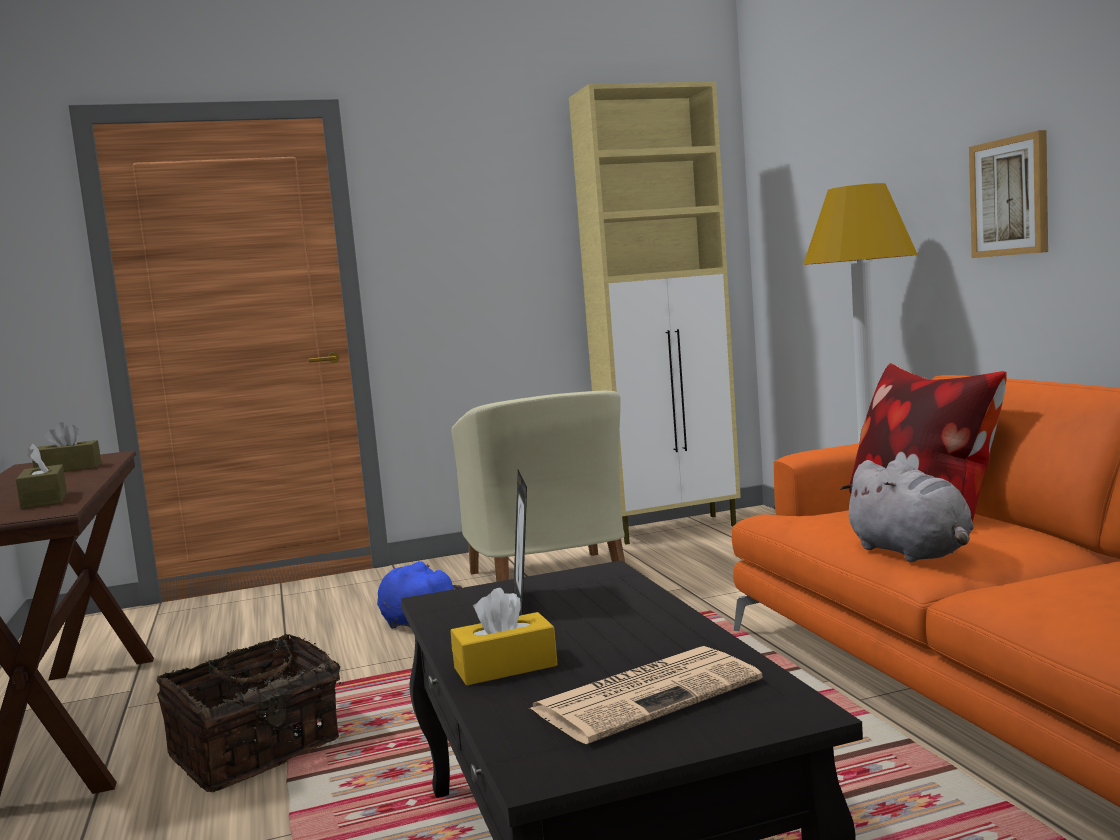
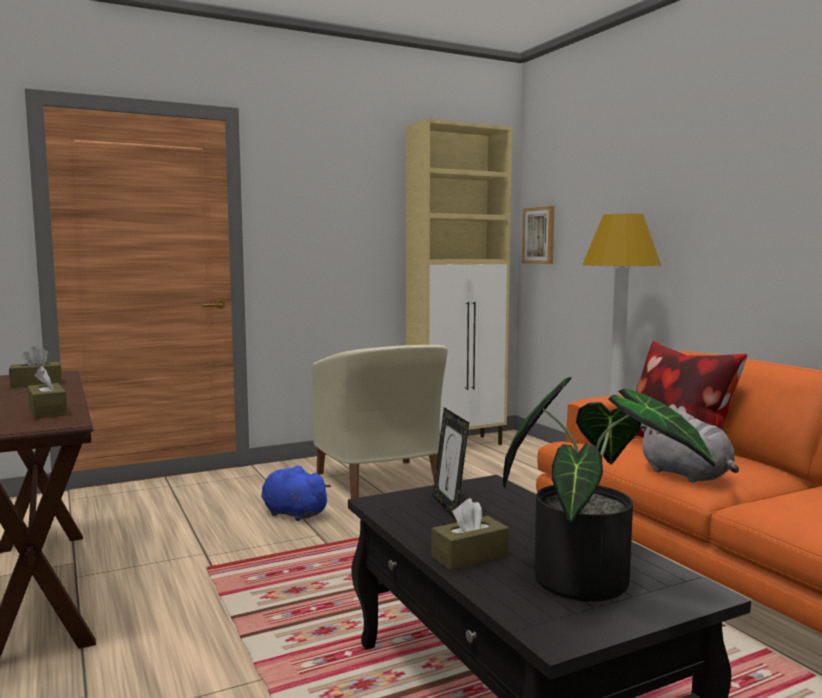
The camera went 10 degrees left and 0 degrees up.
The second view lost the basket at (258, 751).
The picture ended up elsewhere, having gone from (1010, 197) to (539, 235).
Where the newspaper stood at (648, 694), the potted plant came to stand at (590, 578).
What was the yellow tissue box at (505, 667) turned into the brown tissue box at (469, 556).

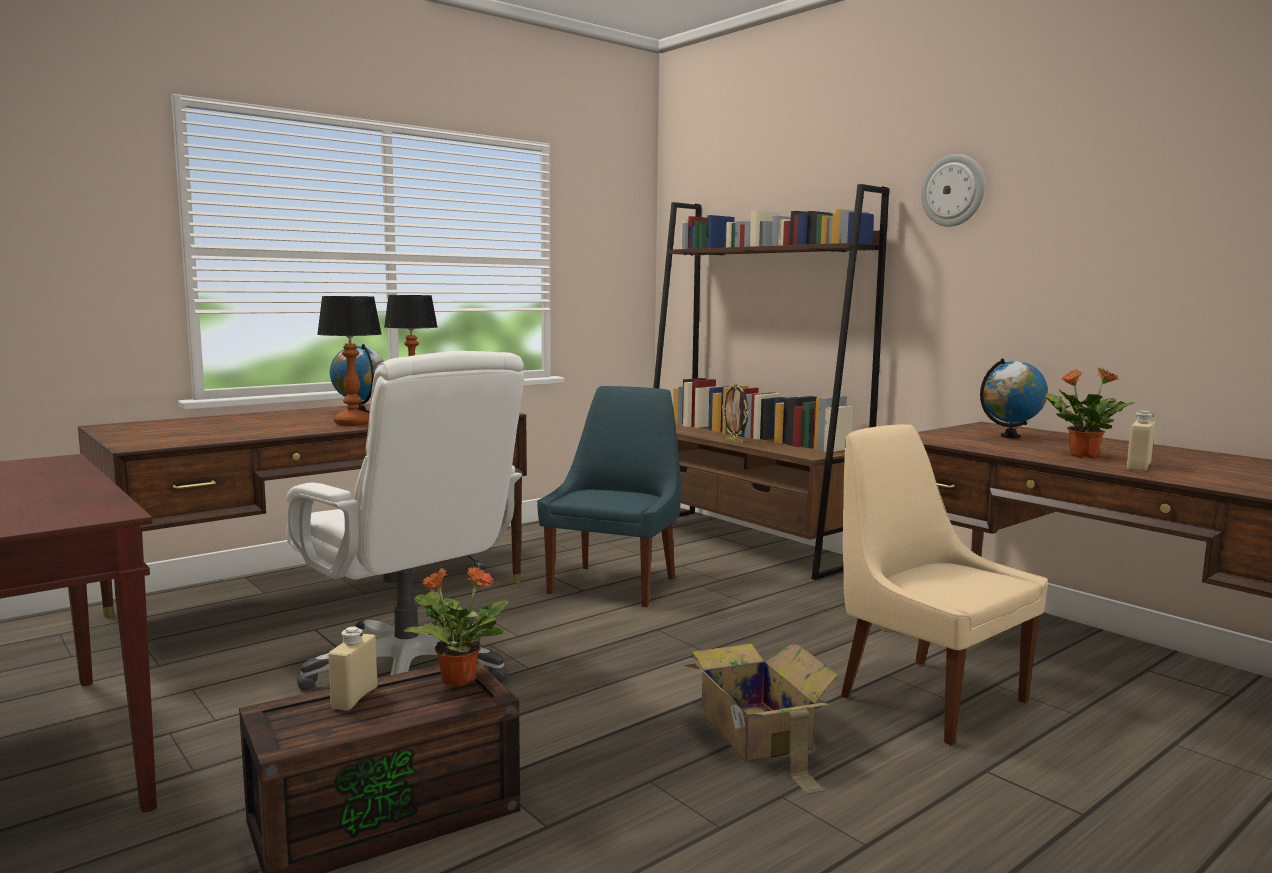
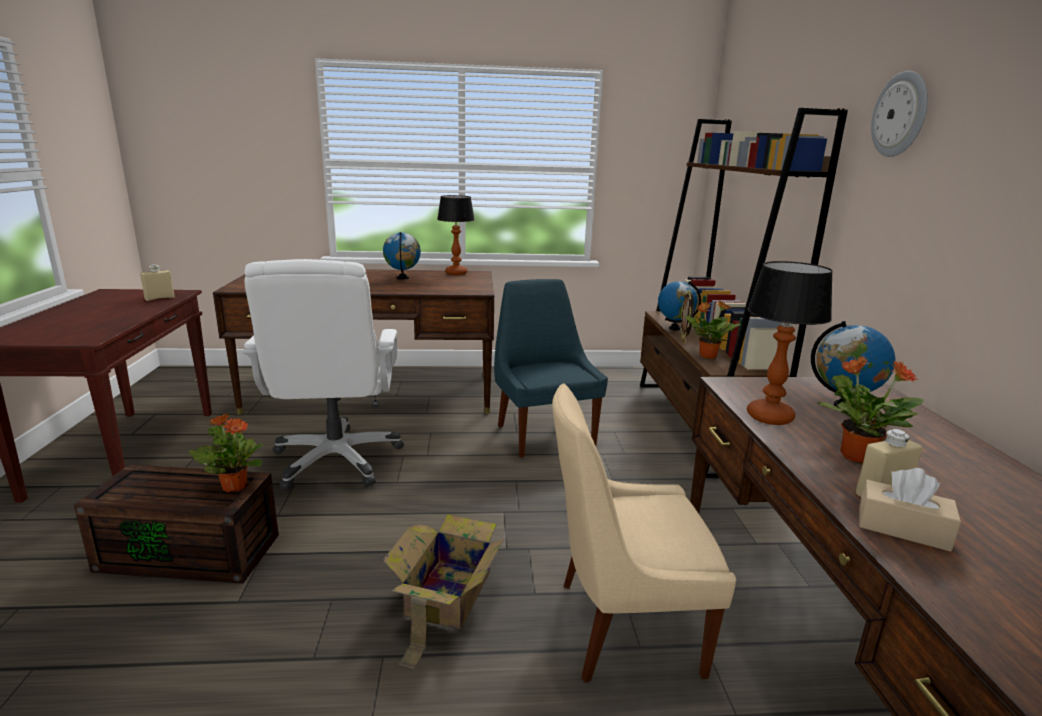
The camera went 35 degrees right and 10 degrees up.
The second view gained the globe at (674, 328).
The second view gained the potted plant at (707, 356).
The second view gained the beige tissue box at (902, 528).
The table lamp ended up elsewhere, having gone from (353, 423) to (769, 417).
The beige bottle ended up elsewhere, having gone from (354, 697) to (159, 298).
The blue chair at (615, 584) ended up facing another way, 75 degrees counterclockwise from before.
The beige chair at (926, 697) ended up facing another way, 90 degrees counterclockwise from before.

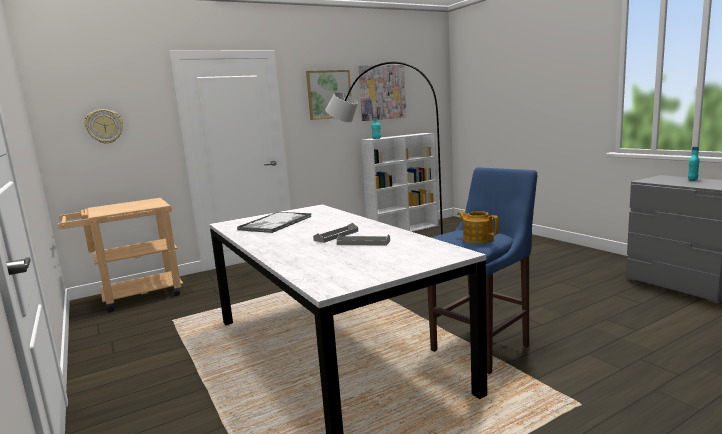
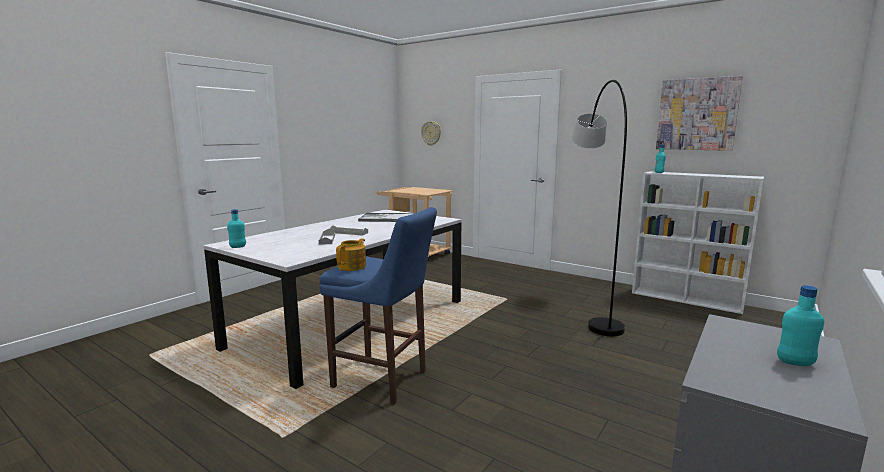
The camera went 65 degrees right and 0 degrees up.
The second view lost the picture at (329, 94).
The second view gained the turquoise bottle at (238, 247).

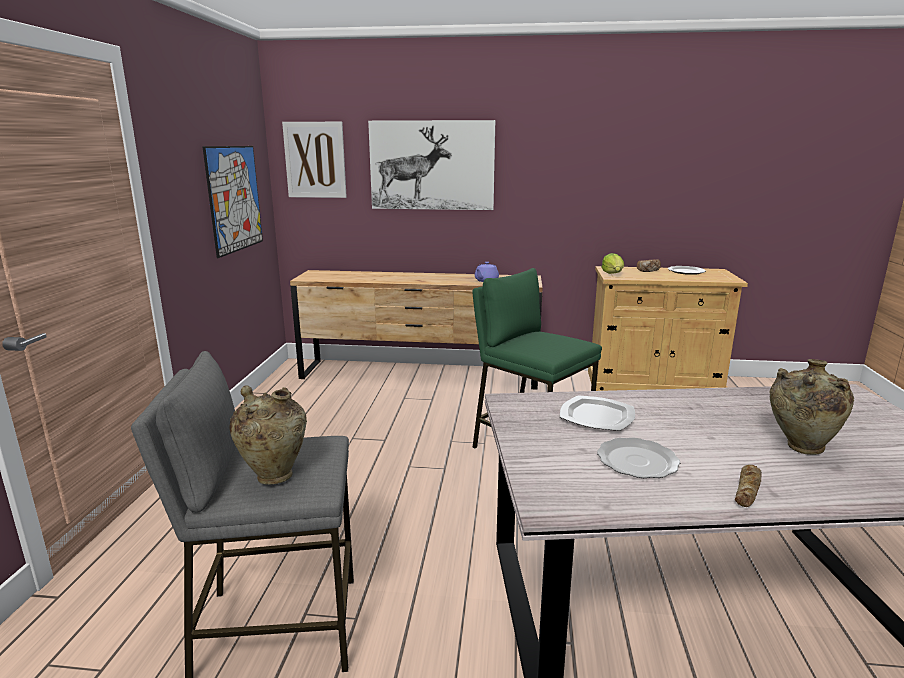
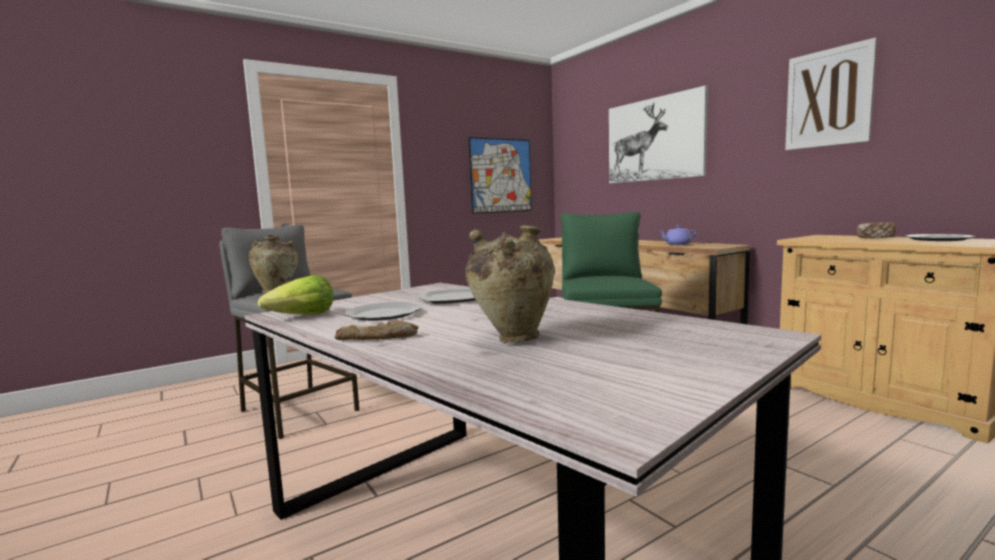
The camera went 50 degrees right and 10 degrees down.
The picture ended up elsewhere, having gone from (315, 160) to (828, 98).
The lettuce ended up elsewhere, having gone from (613, 274) to (303, 316).

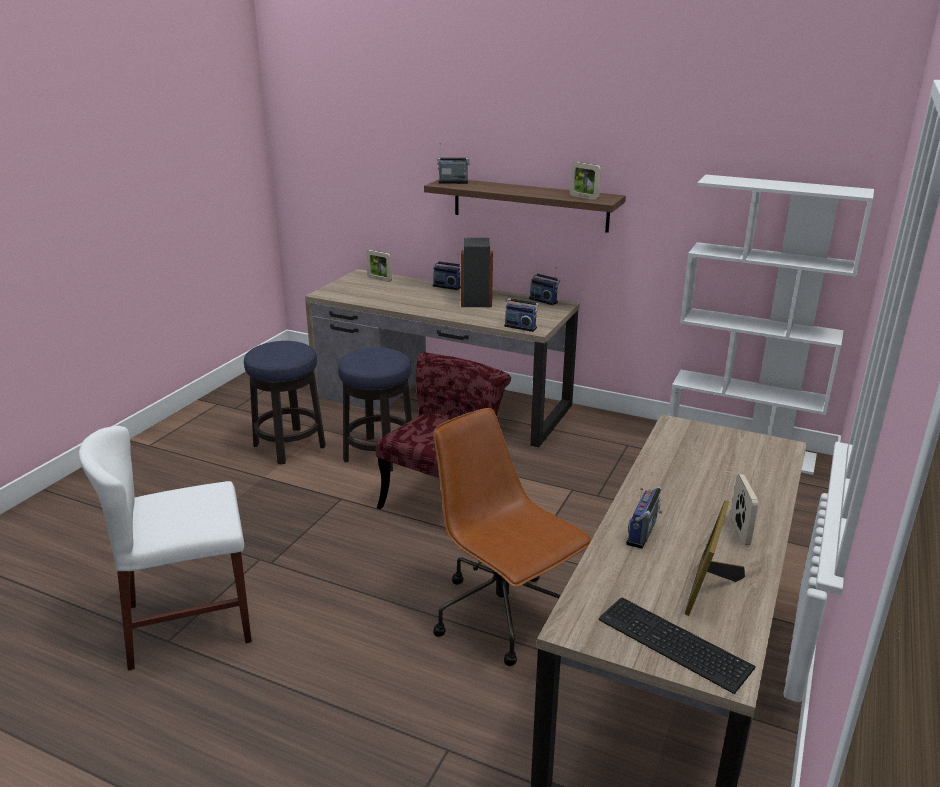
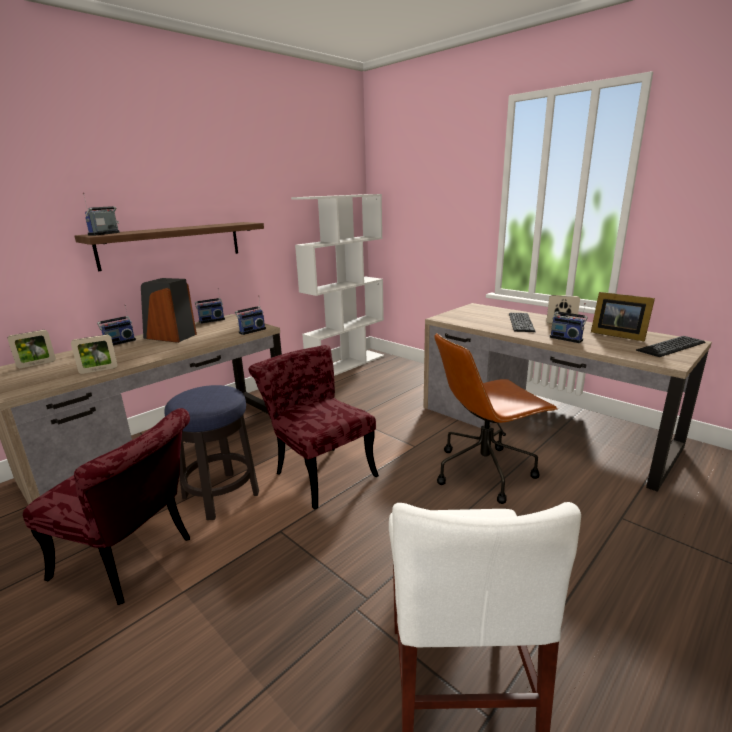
The camera went 70 degrees left and 5 degrees down.
The second view gained the keyboard at (522, 322).
The picture frame ended up elsewhere, having gone from (584, 197) to (98, 370).
Where the stool stood at (289, 446), the red chair came to stand at (134, 560).

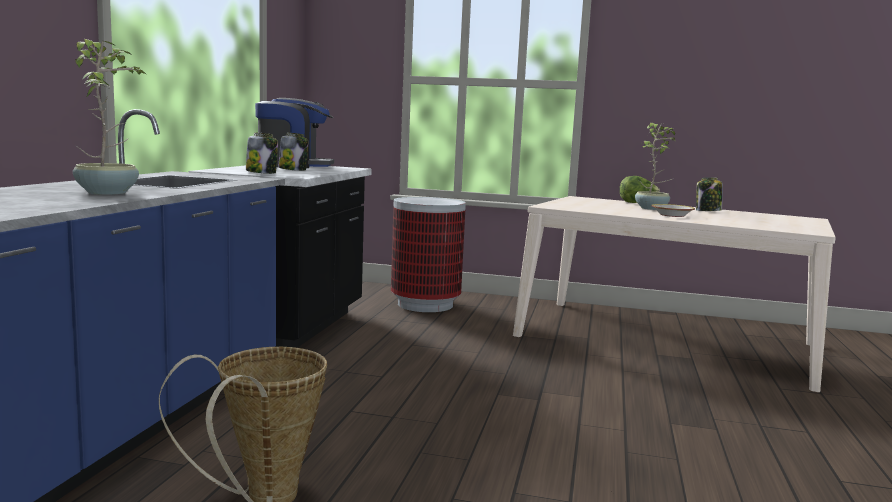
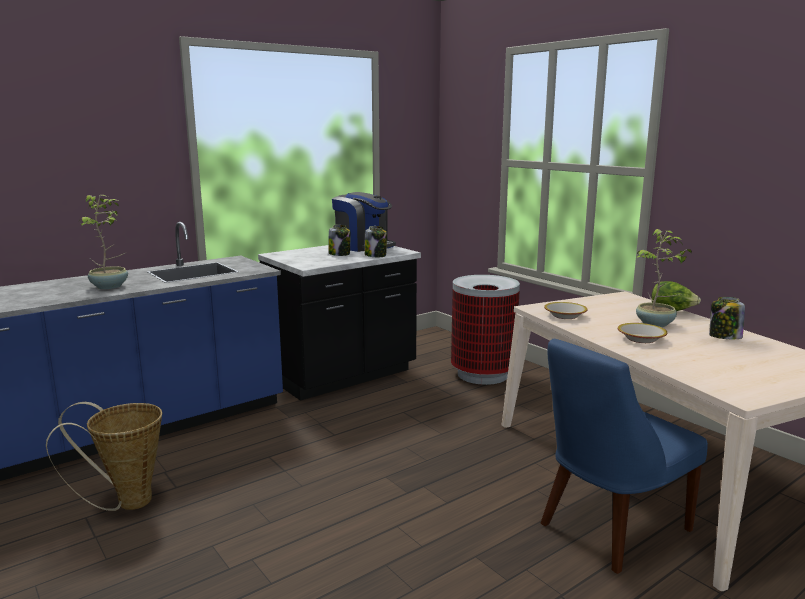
The camera went 40 degrees right and 5 degrees up.
The second view gained the blue chair at (609, 528).
The second view gained the bowl at (564, 316).
The jar ended up elsewhere, having gone from (261, 172) to (376, 255).

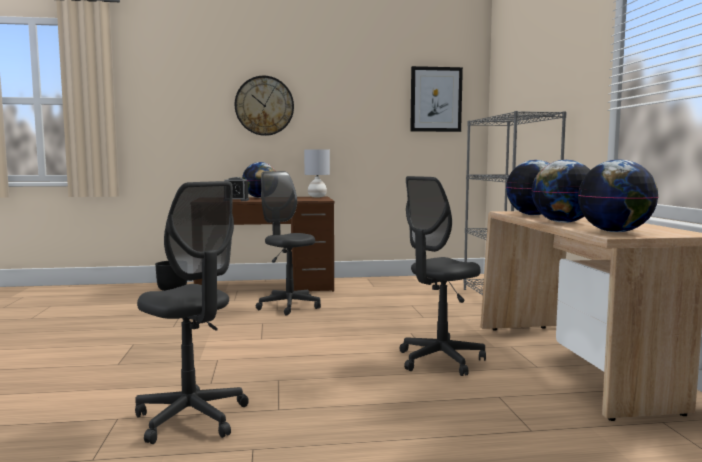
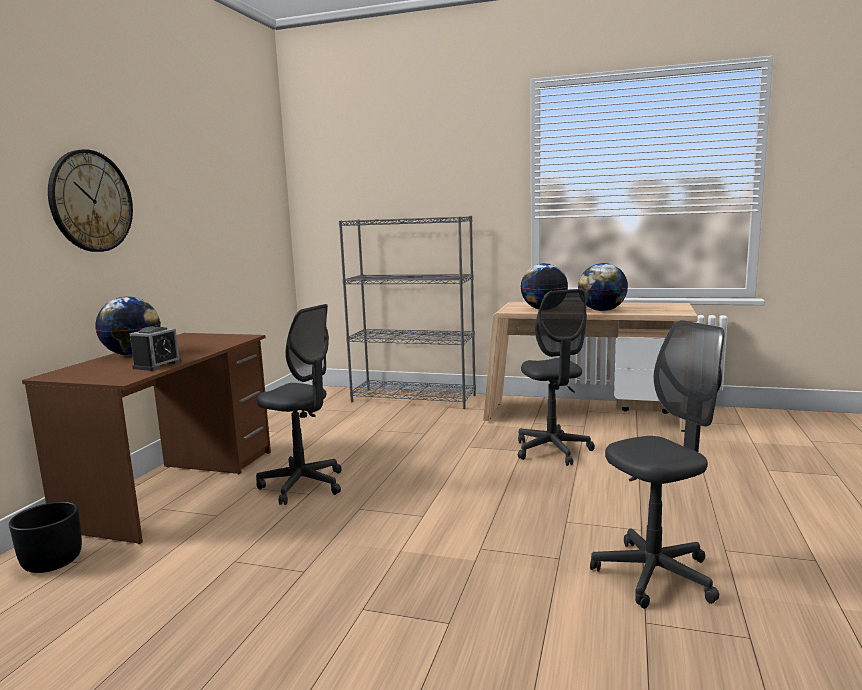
The camera went 65 degrees left and 5 degrees up.
The second view lost the grey table lamp at (317, 197).
The second view lost the picture at (436, 99).
The second view lost the globe at (615, 232).
The grey office chair at (288, 306) ended up facing another way, 135 degrees counterclockwise from before.

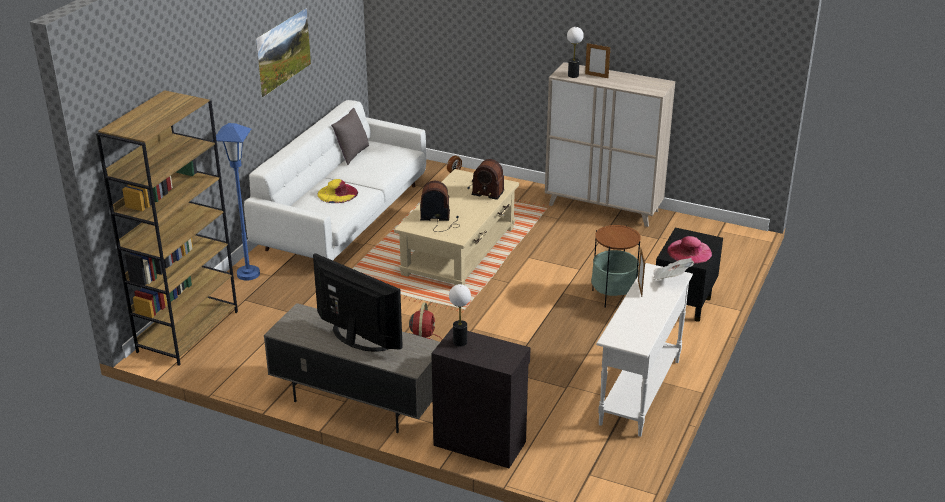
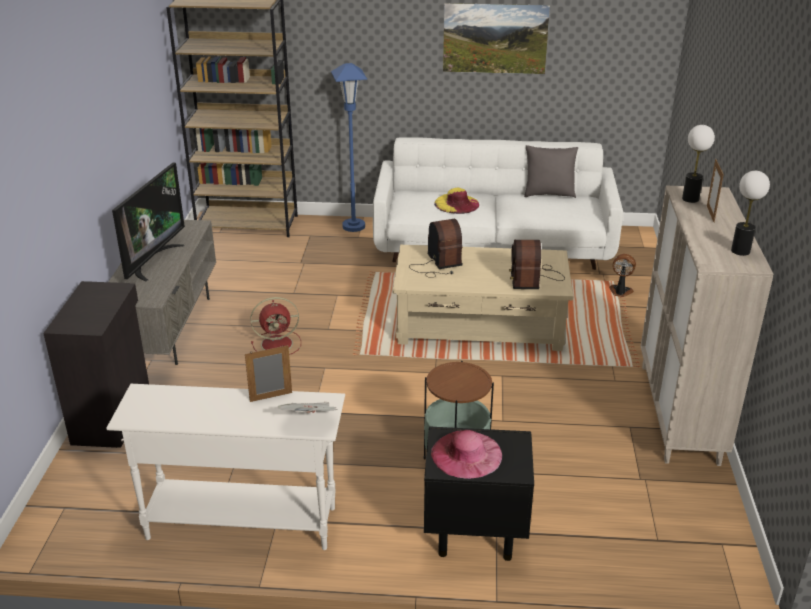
The camera went 70 degrees right and 0 degrees up.
The table lamp ended up elsewhere, having gone from (460, 342) to (740, 251).

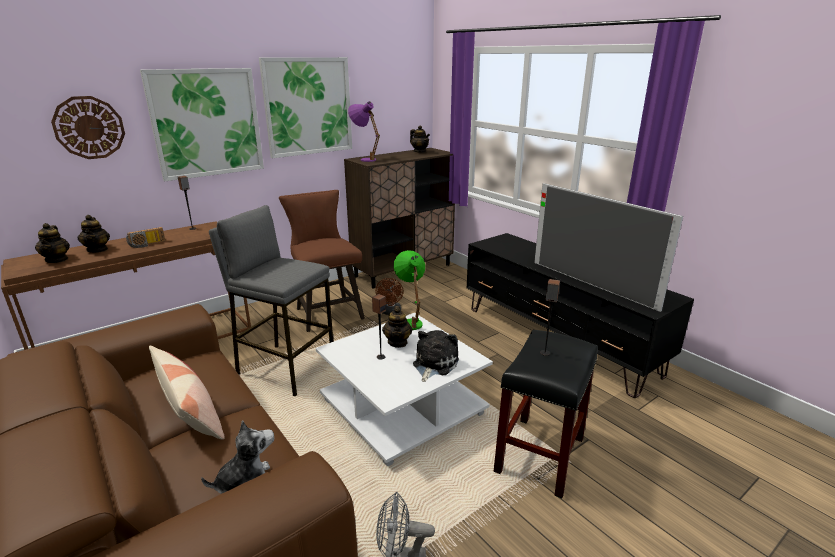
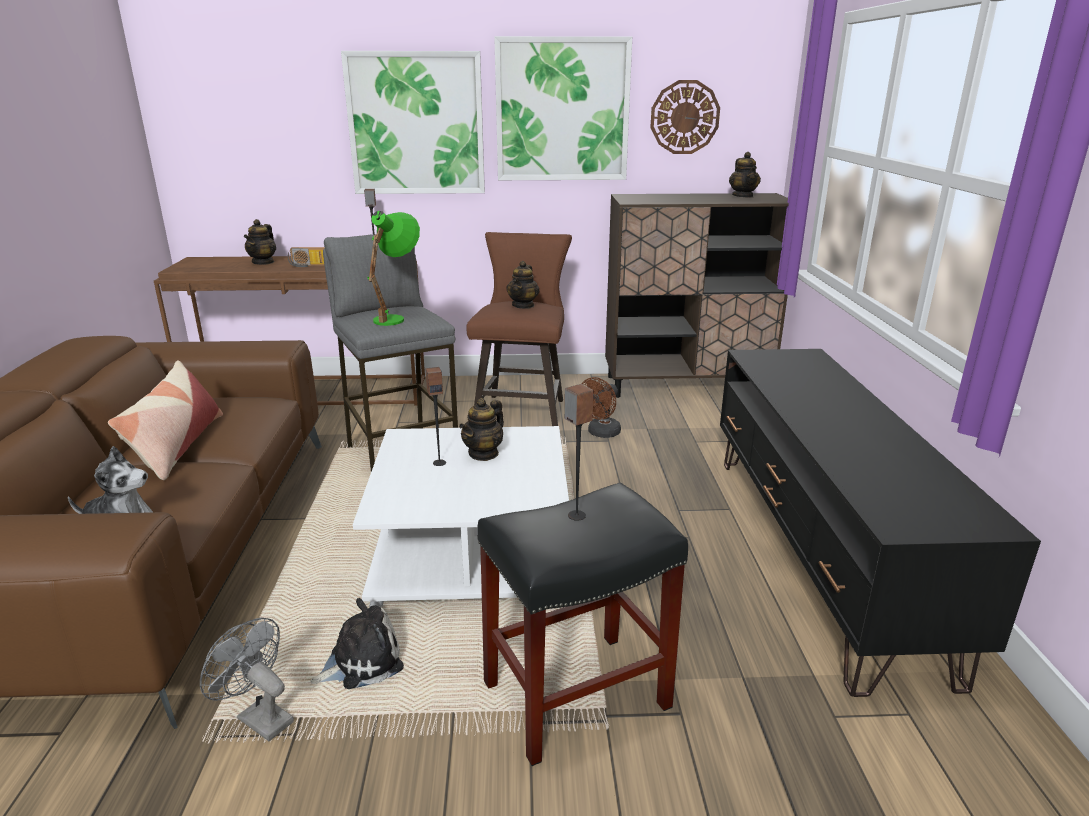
The camera went 35 degrees right and 0 degrees up.
The second view lost the purple table lamp at (364, 159).
The second view lost the television at (591, 284).
The teapot ended up elsewhere, having gone from (57, 260) to (523, 305).
The wall clock ended up elsewhere, having gone from (89, 127) to (684, 117).
The green table lamp ended up elsewhere, having gone from (411, 321) to (396, 318).
The plush toy ended up elsewhere, having gone from (433, 364) to (361, 661).

